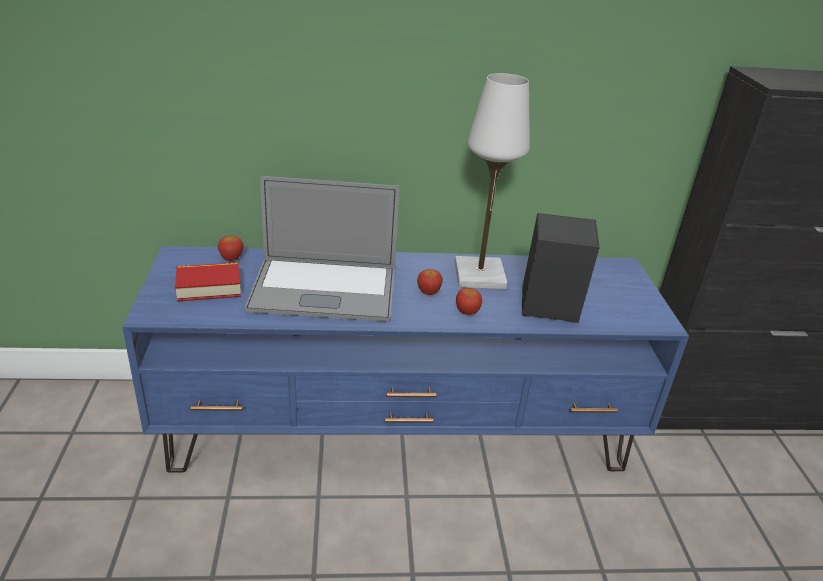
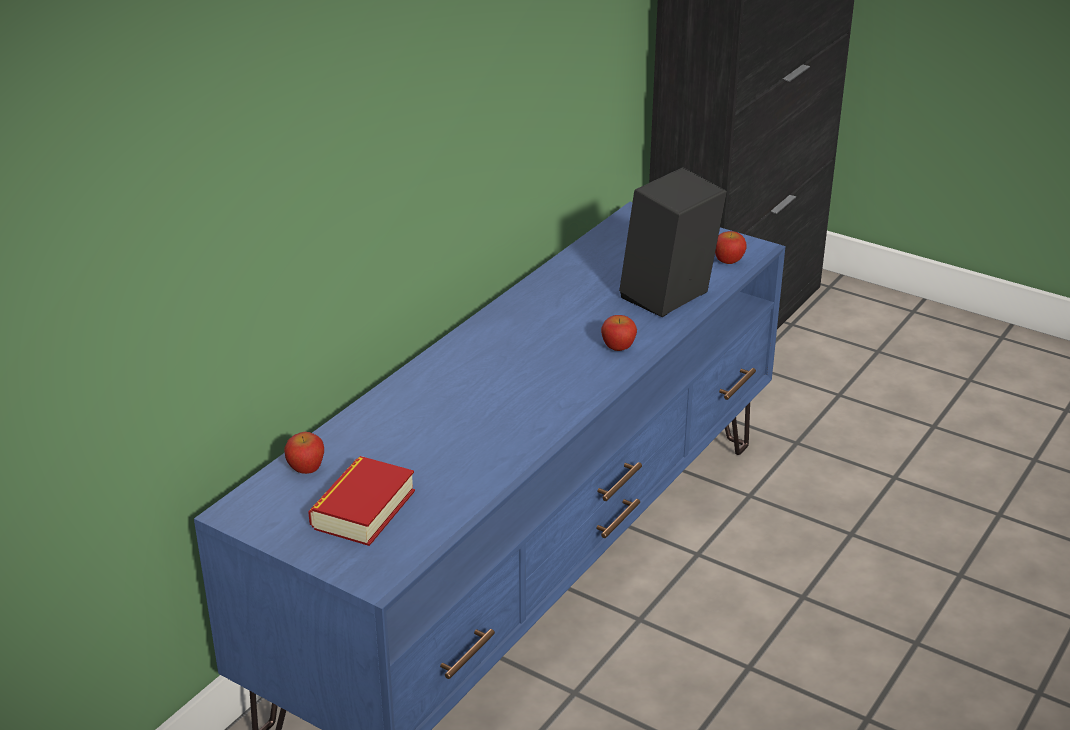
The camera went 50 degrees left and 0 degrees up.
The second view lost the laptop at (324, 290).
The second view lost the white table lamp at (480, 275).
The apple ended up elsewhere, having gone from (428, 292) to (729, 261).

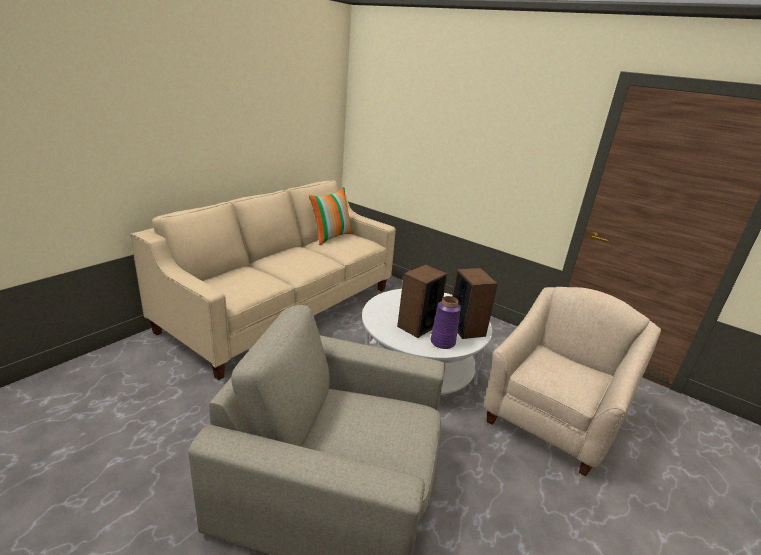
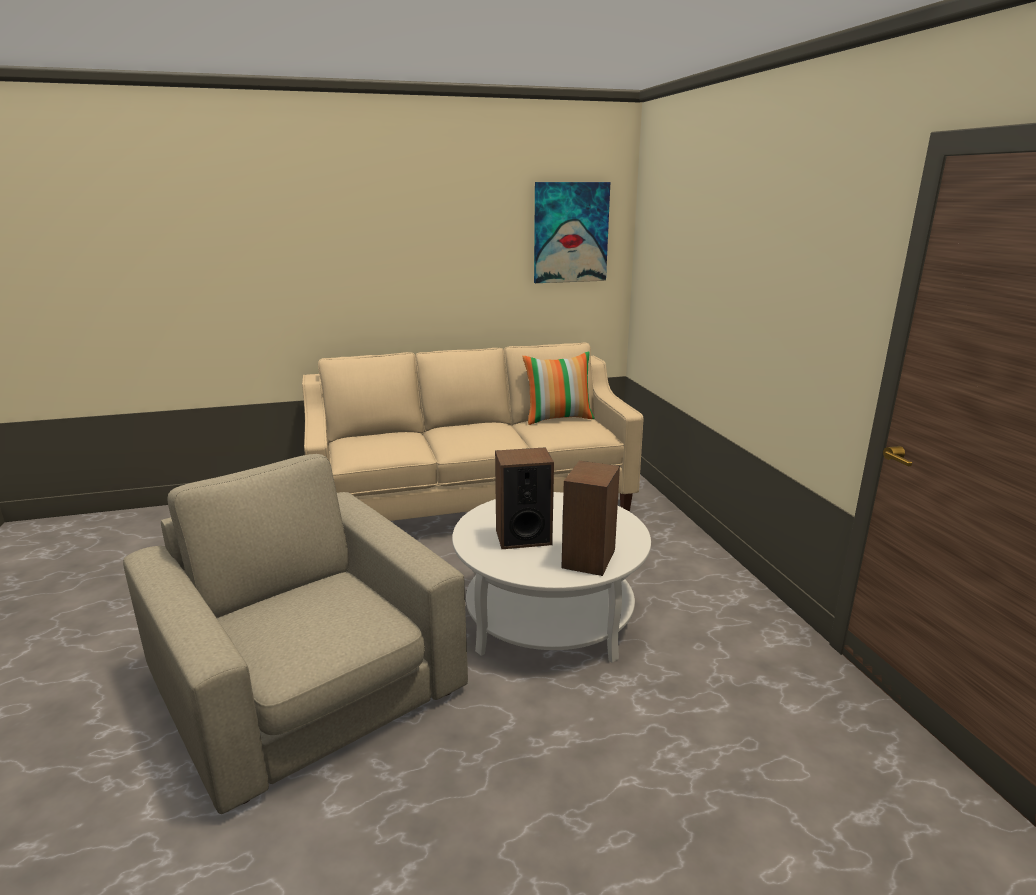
The camera went 40 degrees right and 5 degrees down.
The second view lost the purple vase at (442, 342).
The second view lost the beige armchair at (552, 418).
The second view gained the picture at (570, 232).

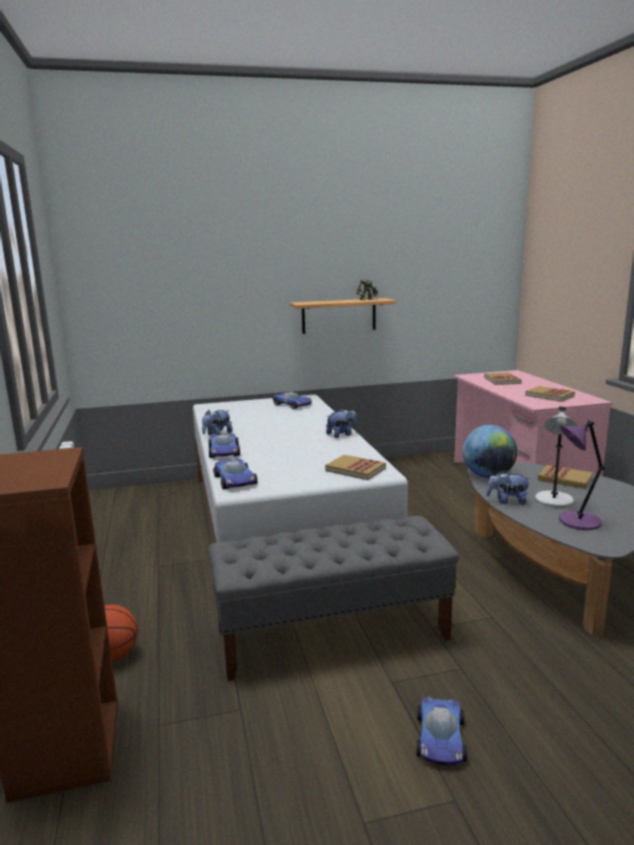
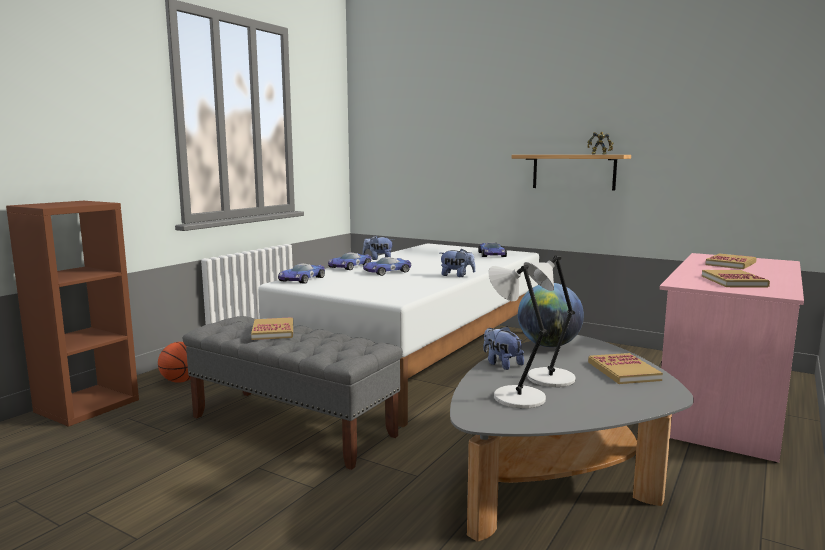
The camera went 45 degrees right and 5 degrees down.
The book ended up elsewhere, having gone from (355, 469) to (273, 331).
The toy car ended up elsewhere, having gone from (440, 739) to (386, 271).
What was the purple table lamp at (577, 522) turned into the grey table lamp at (516, 397).

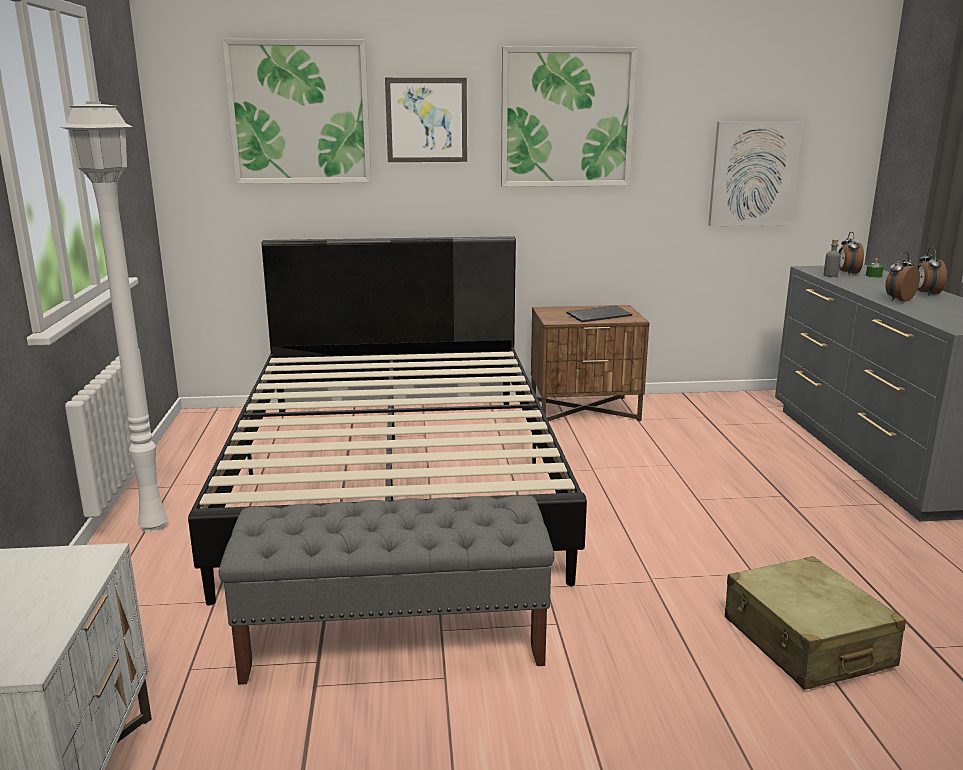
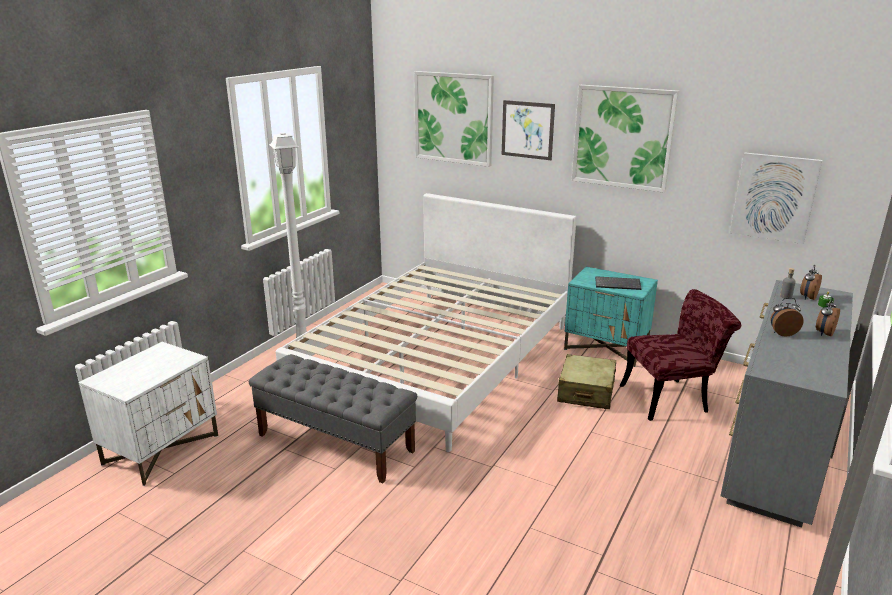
The camera went 35 degrees right and 5 degrees up.
The second view gained the red chair at (672, 398).
The beige suitcase ended up elsewhere, having gone from (806, 642) to (586, 392).
What was the black bed at (396, 477) turned into the white bed at (438, 358).
What was the brown nightstand at (585, 410) turned into the turquoise nightstand at (606, 348).

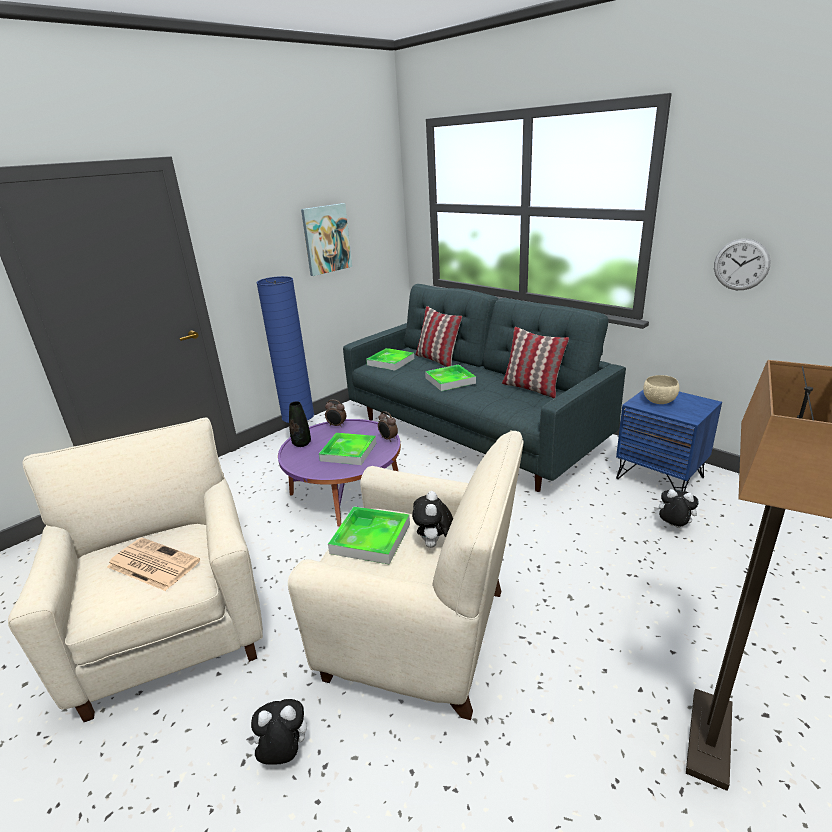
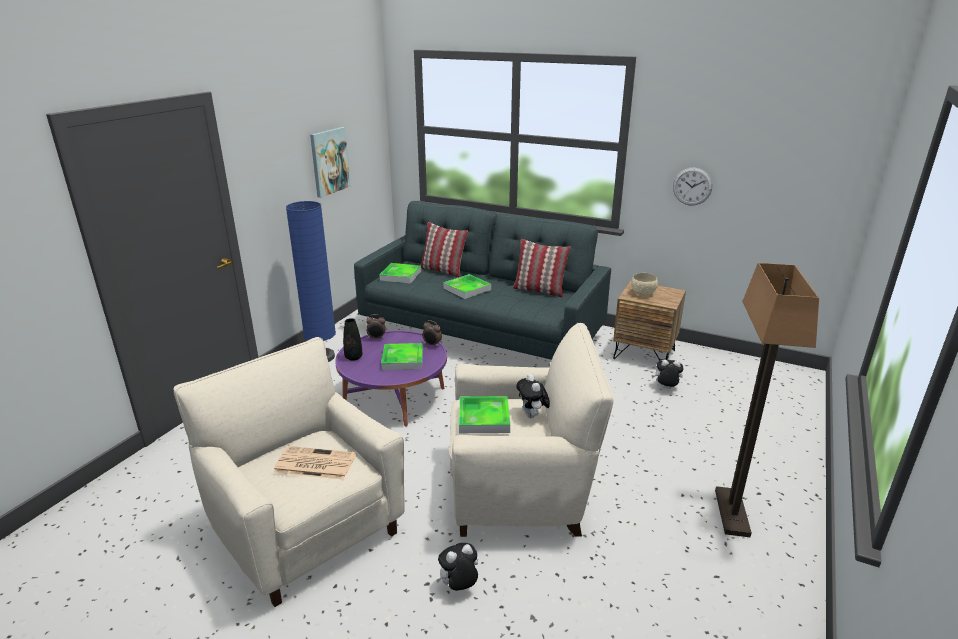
The camera went 20 degrees left and 0 degrees up.
What was the blue nightstand at (660, 478) turned into the brown nightstand at (644, 354).

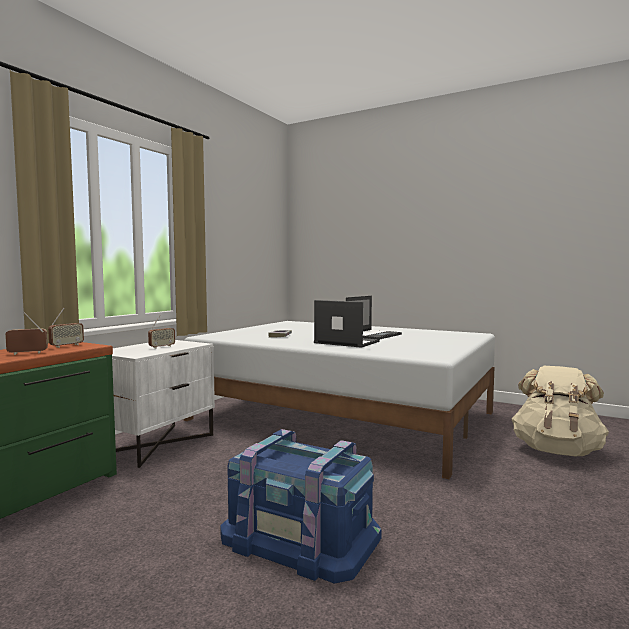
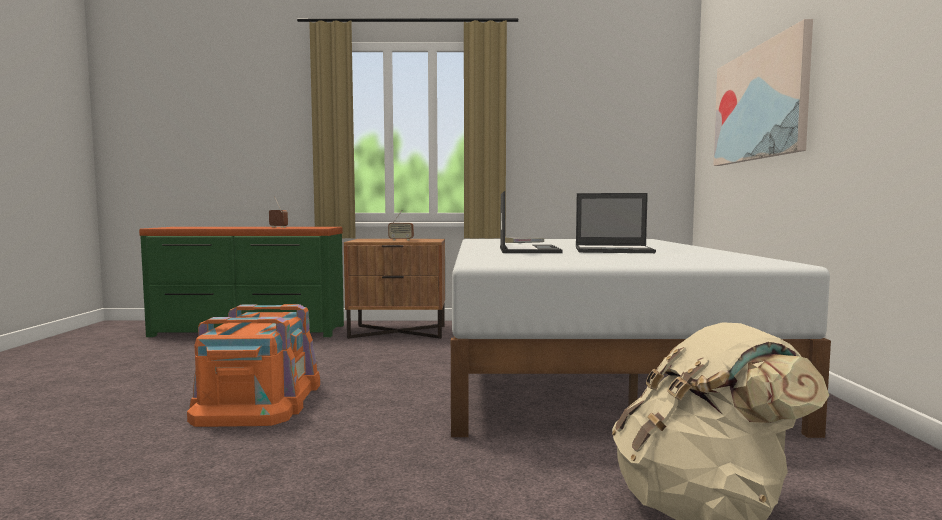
The camera went 60 degrees right and 0 degrees up.
The second view lost the radio at (66, 346).
The second view gained the picture at (760, 103).
What was the white nightstand at (157, 444) turned into the brown nightstand at (398, 331).
What was the blue storage box at (301, 536) turned into the orange storage box at (261, 399).

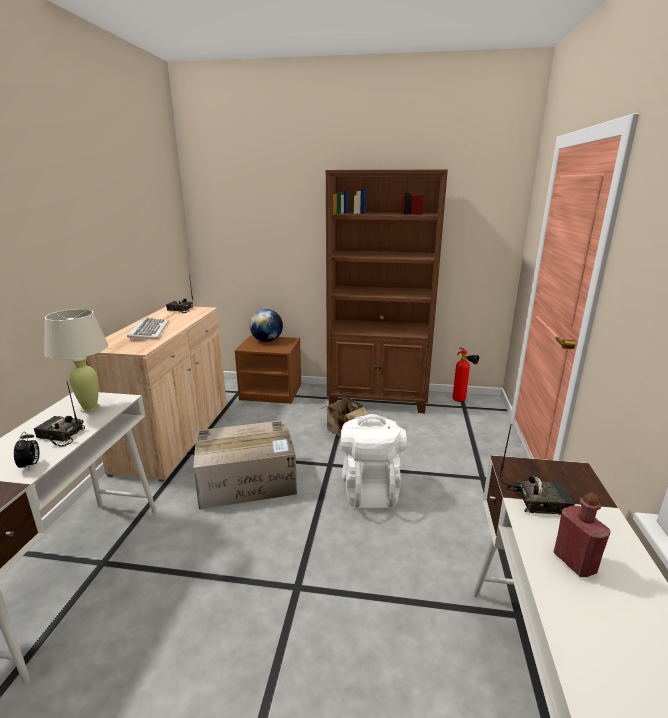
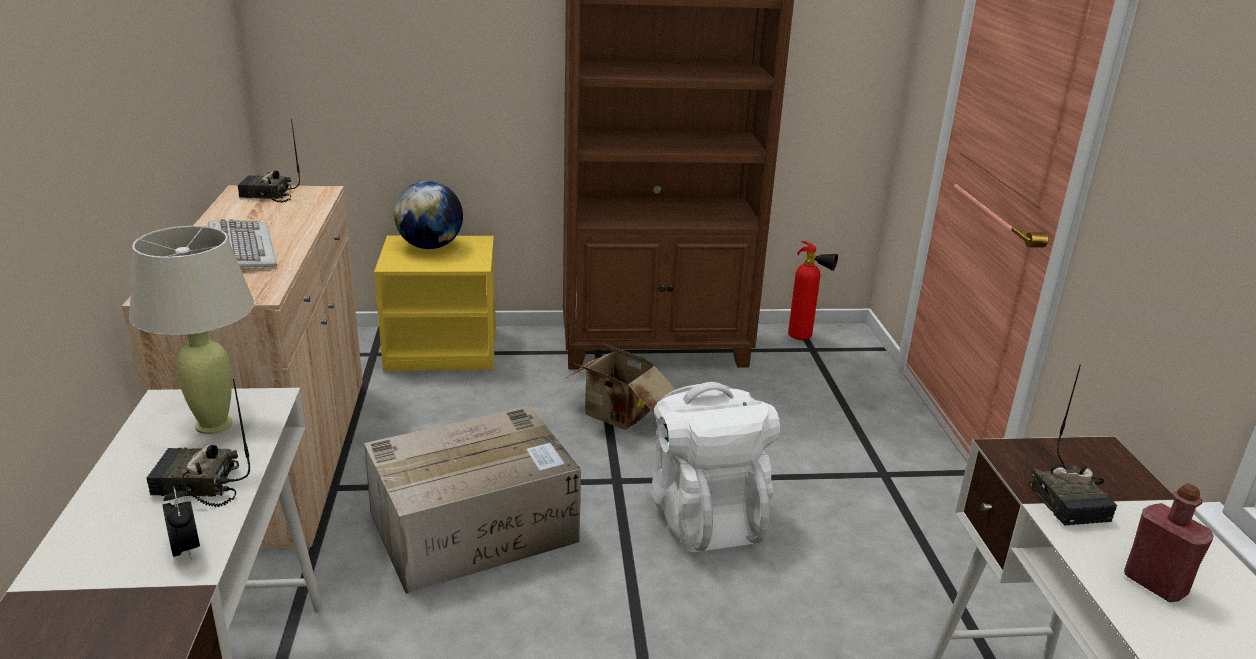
The camera went 15 degrees left and 5 degrees up.
What was the brown nightstand at (272, 392) turned into the yellow nightstand at (443, 349).
The radio at (538, 500) ended up facing another way, 90 degrees clockwise from before.

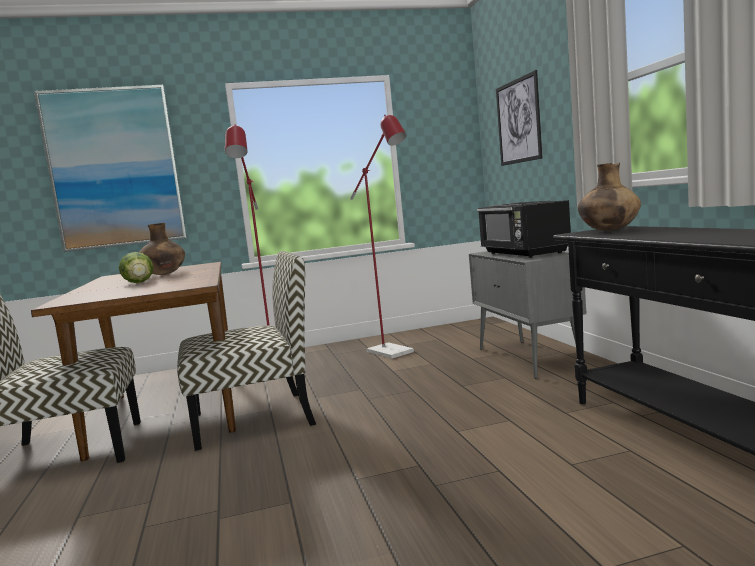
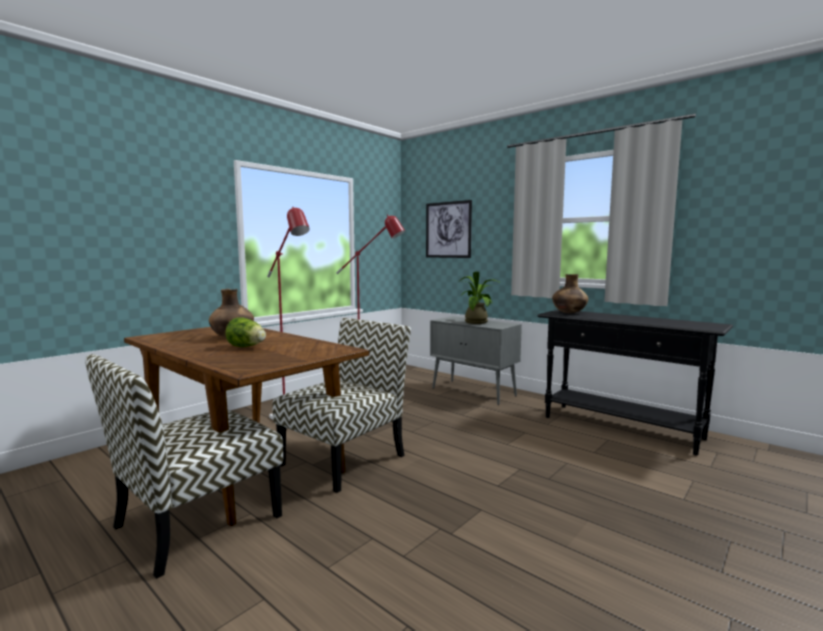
The camera went 35 degrees left and 0 degrees up.
The second view lost the picture at (114, 168).
Where the black microwave stood at (524, 253), the potted plant came to stand at (477, 322).

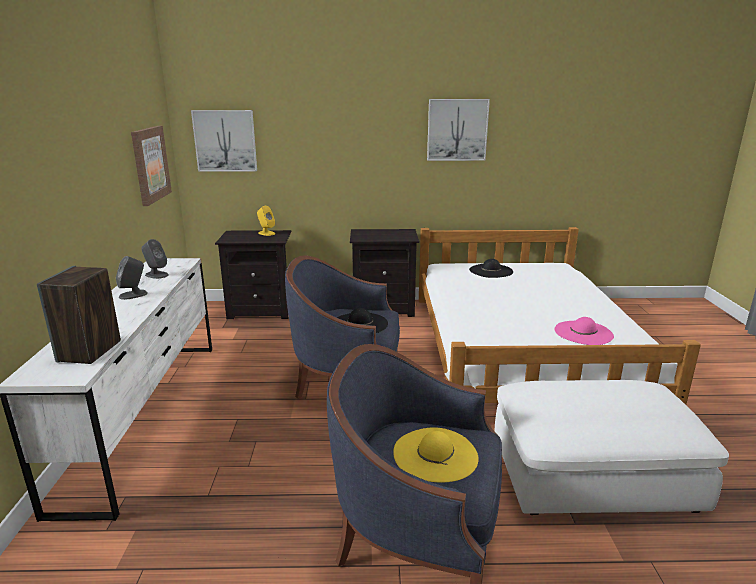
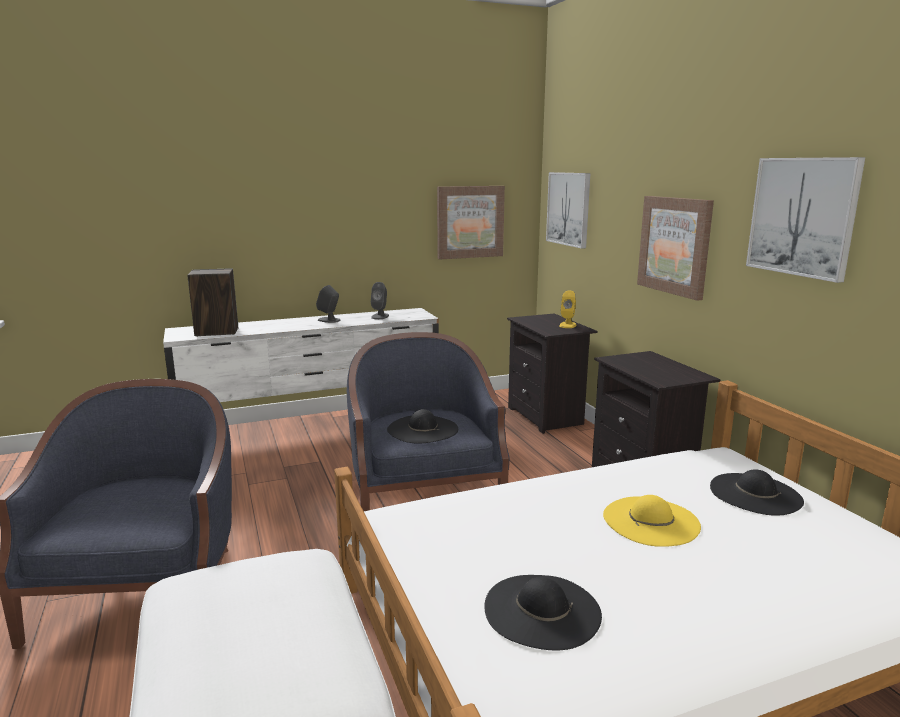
The camera went 70 degrees right and 5 degrees down.
The second view gained the picture at (675, 245).
The yellow hat ended up elsewhere, having gone from (435, 454) to (650, 521).
What was the pink hat at (583, 333) turned into the black hat at (542, 610).

